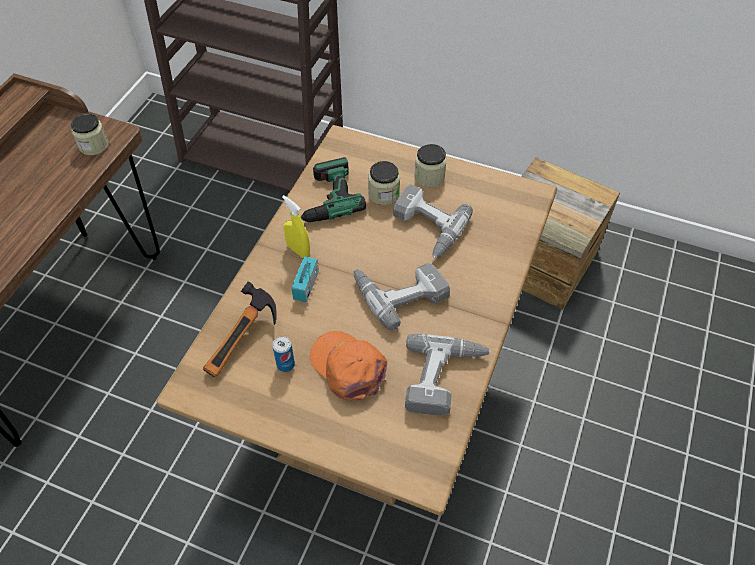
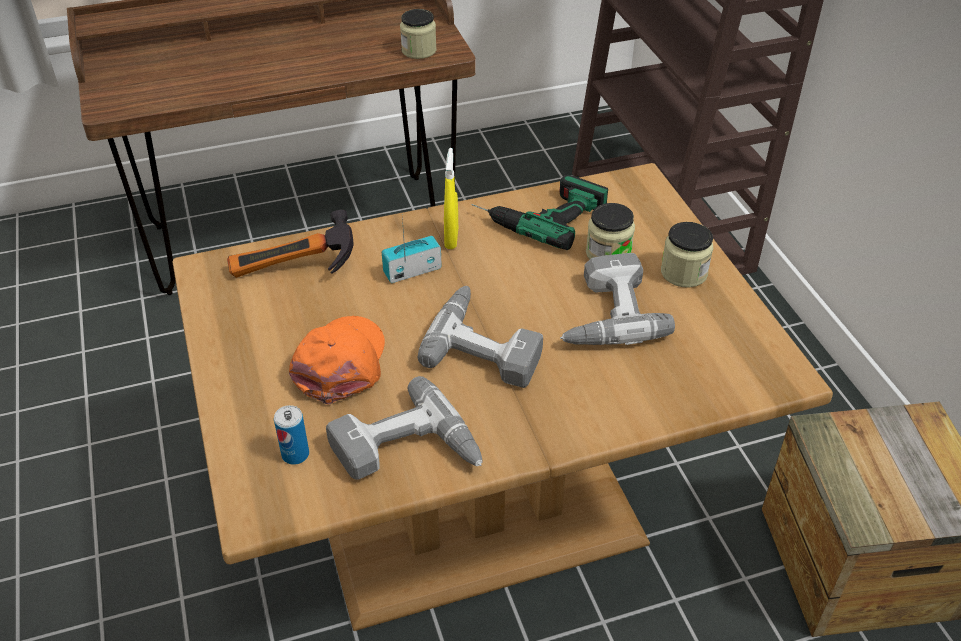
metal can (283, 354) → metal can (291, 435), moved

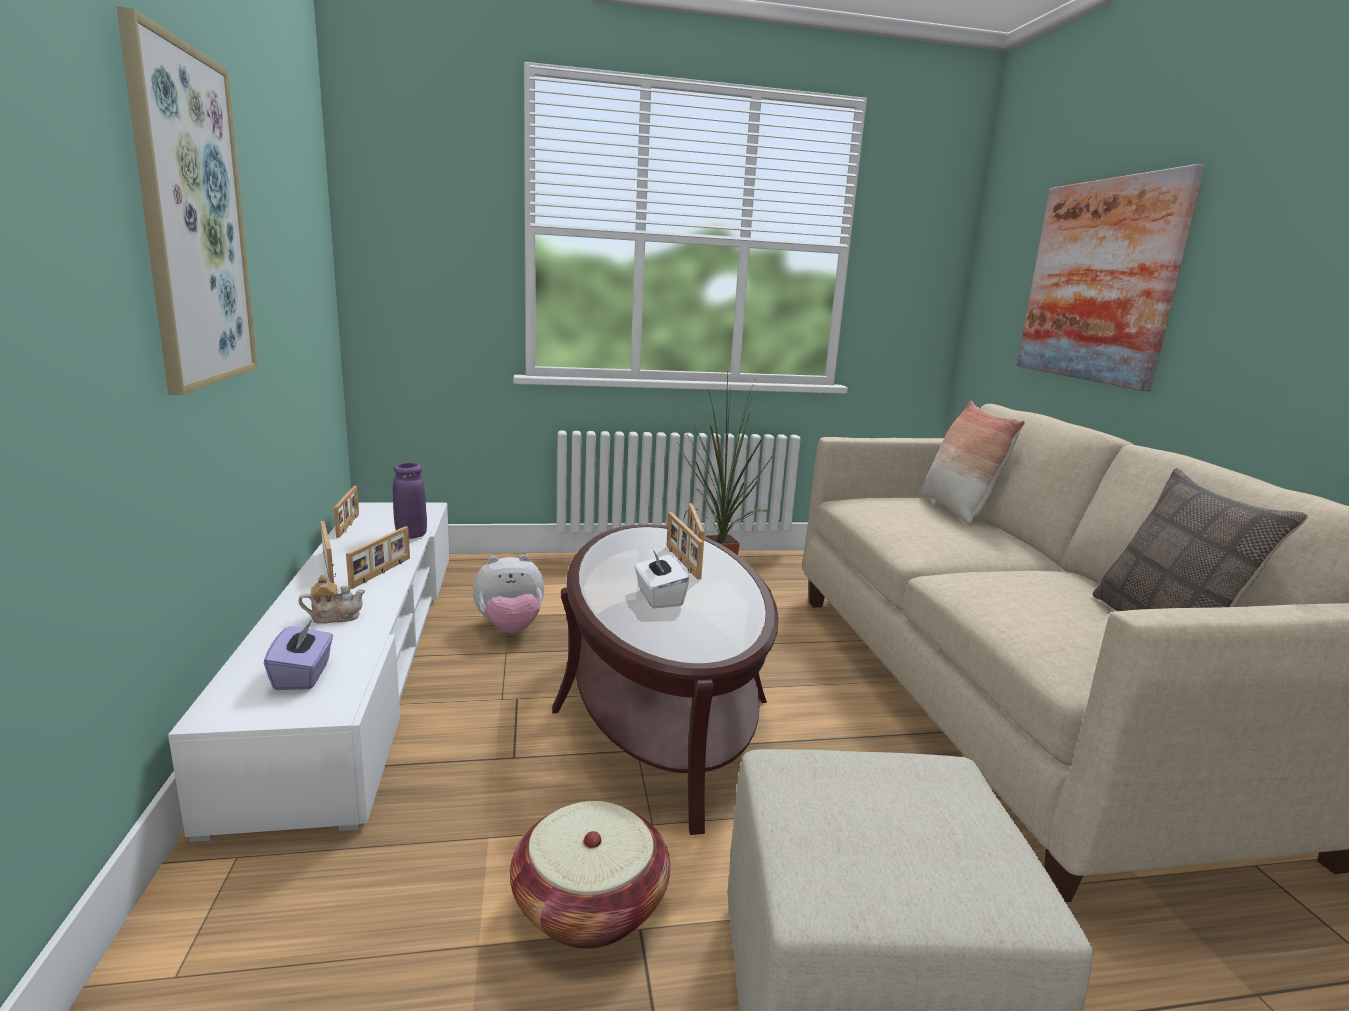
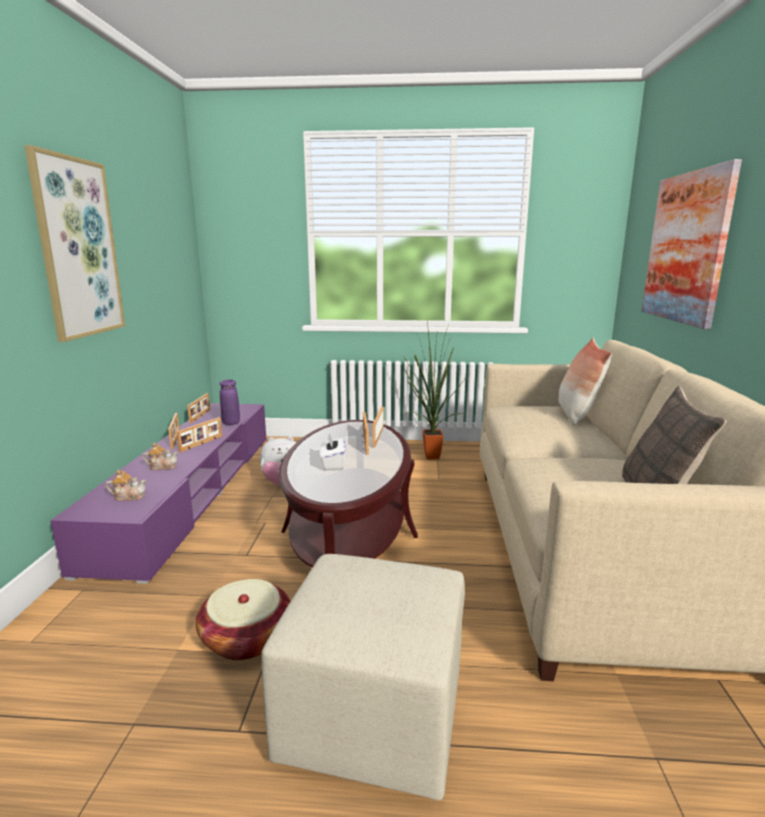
tissue box/purple (298, 655) → pot for tea (126, 485)
media console/whitish (308, 672) → media console/purple (158, 493)

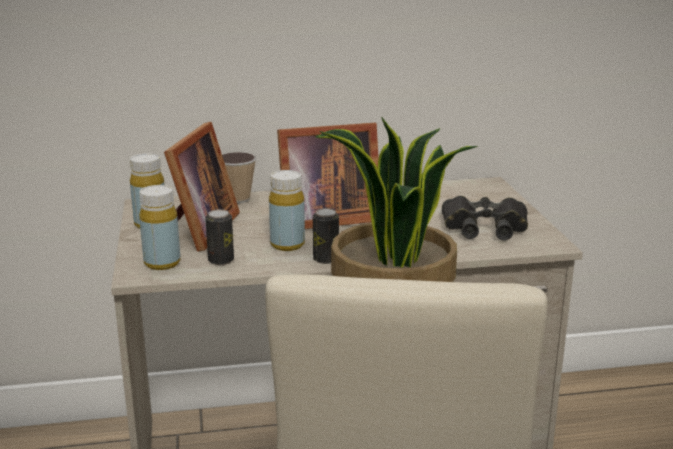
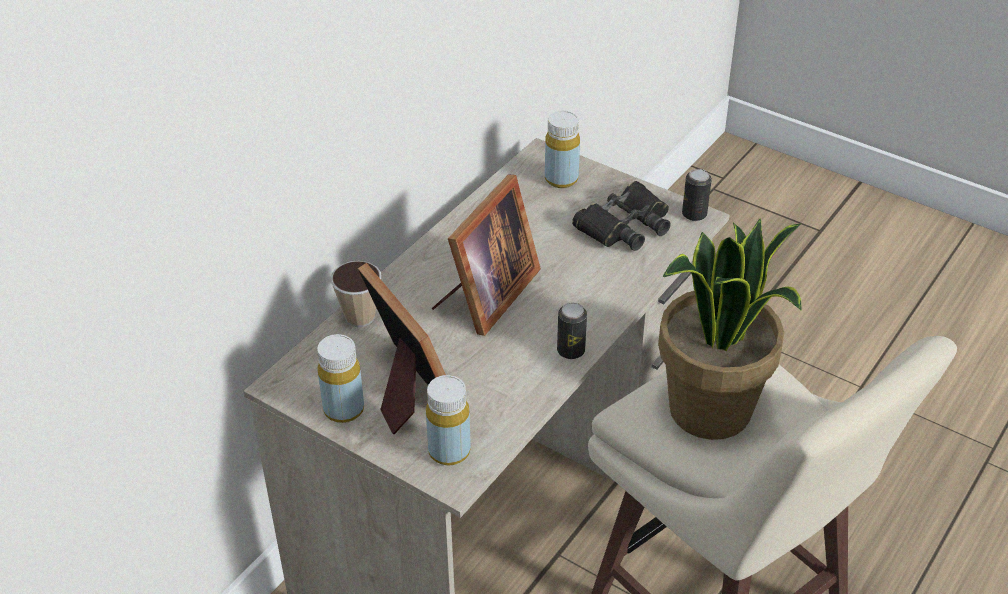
metal can (219, 237) → metal can (697, 195), moved
bottle/yellowish (287, 210) → bottle/yellowish (562, 149), moved

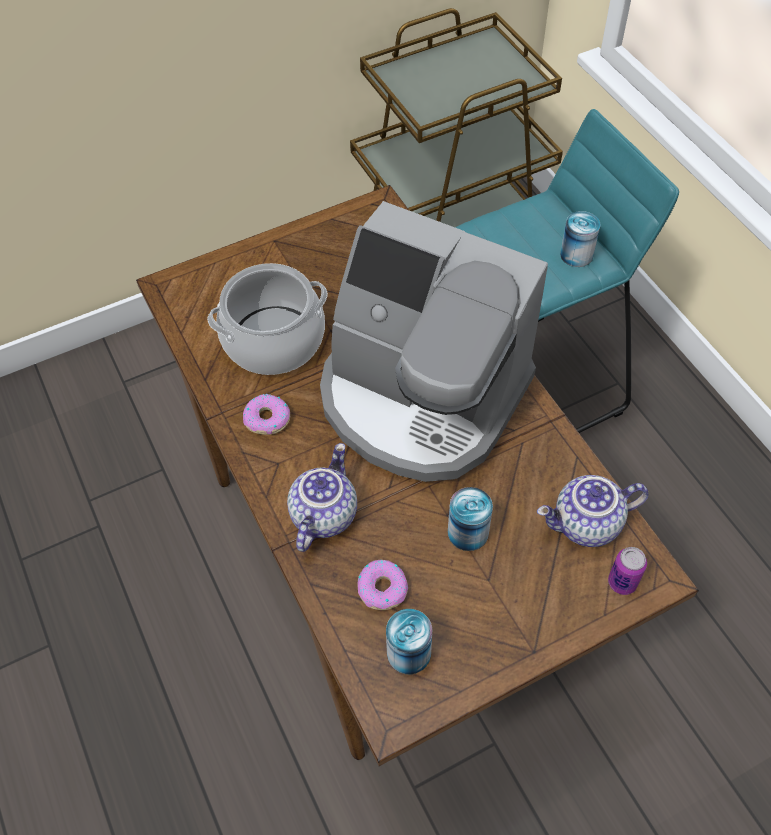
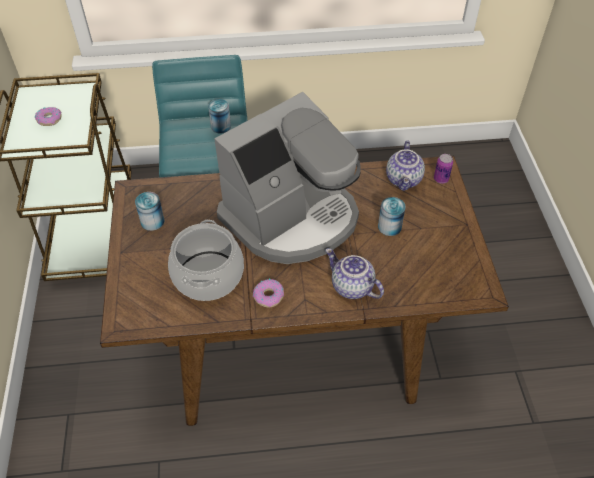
donut (383, 584) → donut (48, 116), moved
metal can (409, 641) → metal can (149, 211), moved

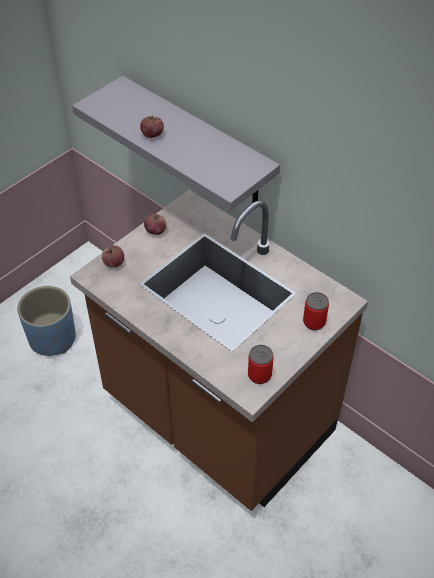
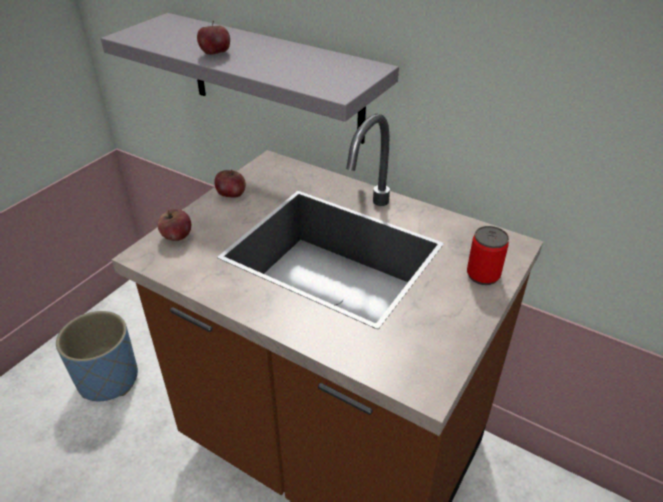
metal can (261, 364) → -

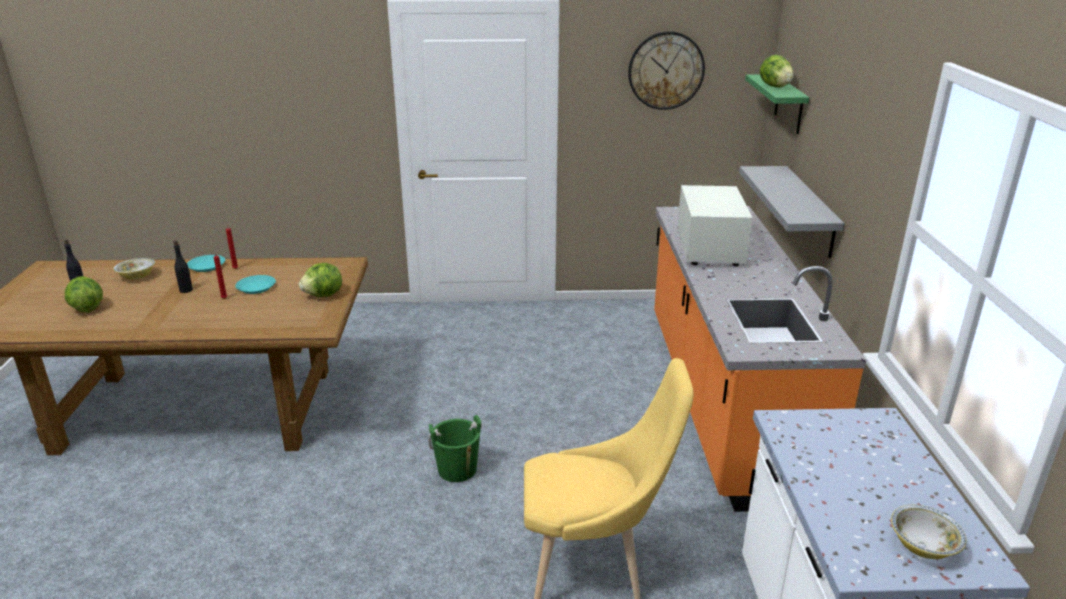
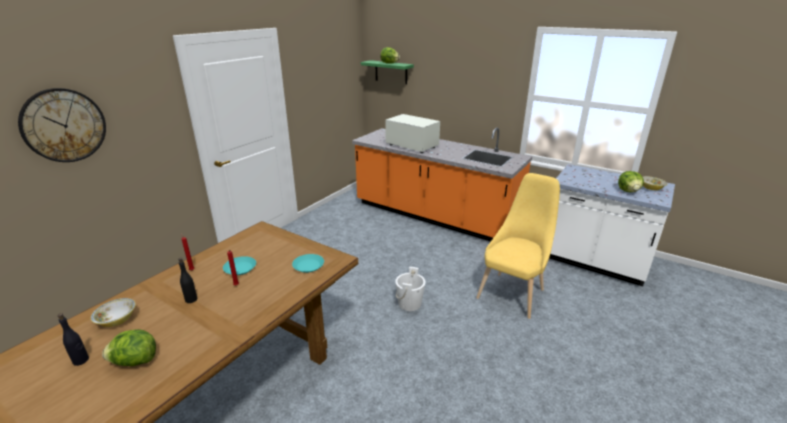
wall shelf/greyish (792, 212) → -
flat dish/turquoise-coloured (206, 263) → flat dish/turquoise-coloured (308, 263), moved
head of lettuce (320, 280) → head of lettuce (631, 181), moved
clock on the wall (666, 70) → clock on the wall (62, 125), moved
pail/green (455, 448) → pail/whitish (410, 289)

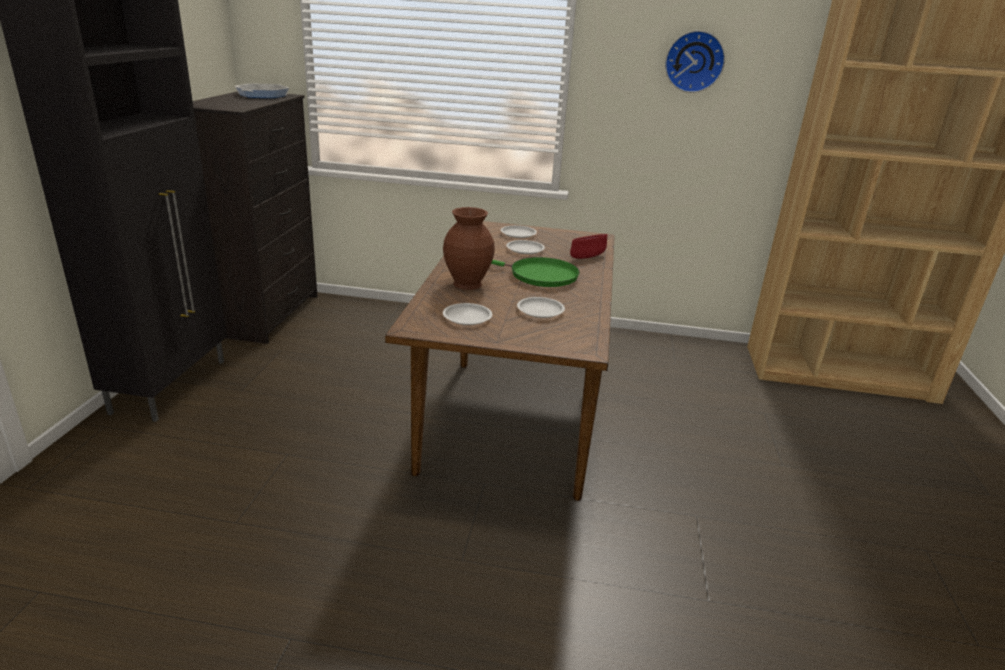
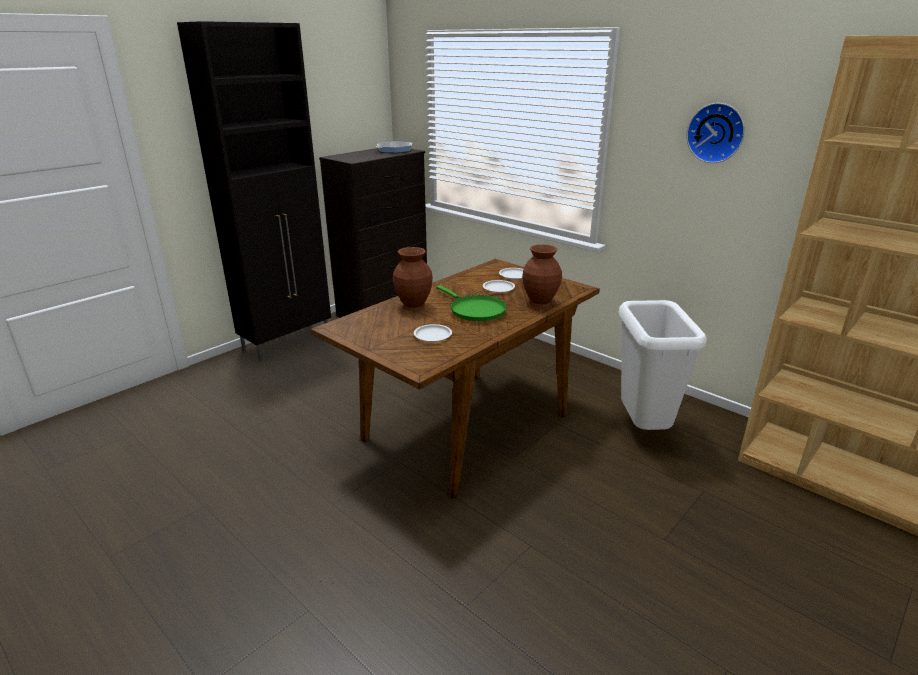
flat dish/whitish (467, 314) → -
- → rubbish bin/whitish (663, 365)
deep dish/reddish (588, 246) → decorative vase/brownish (542, 276)

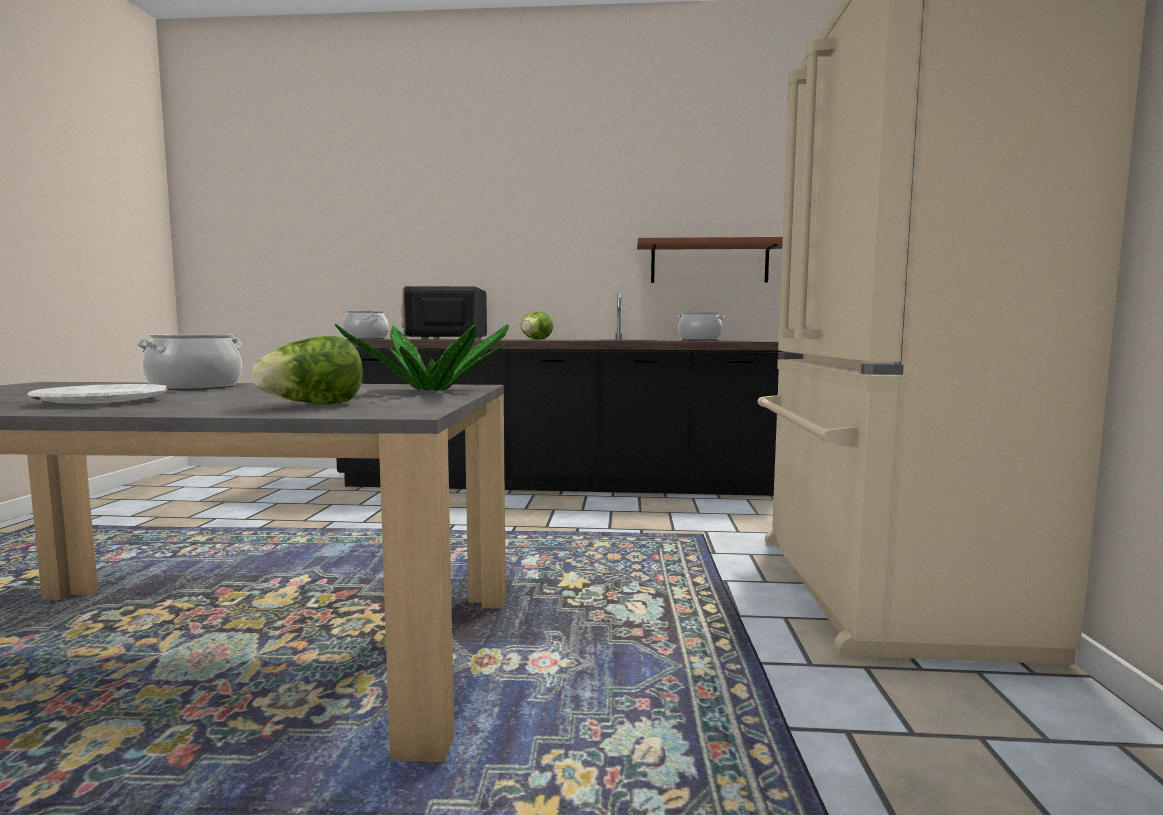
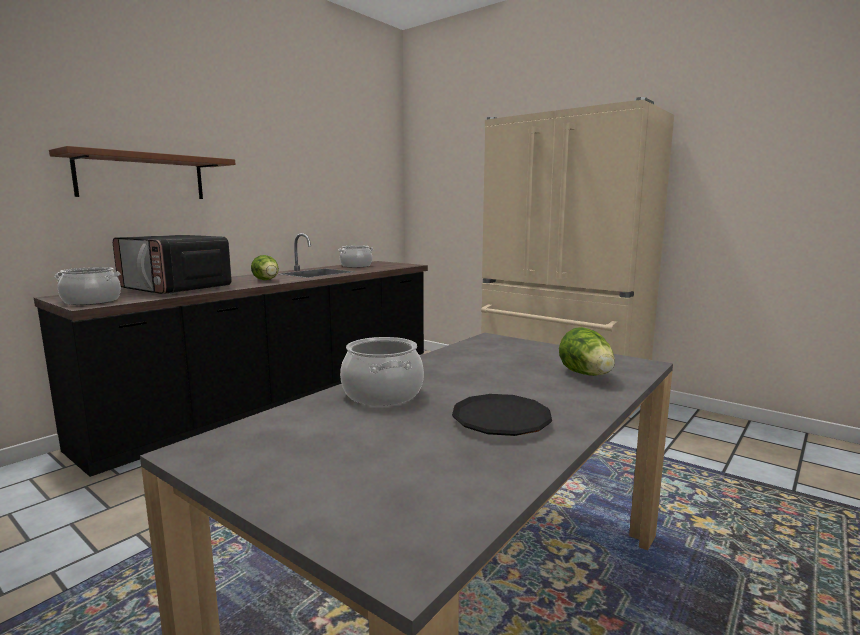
potted plant (422, 357) → -
wall shelf/brownish (710, 260) → wall shelf/brownish (142, 172), moved
flat dish/whitish (98, 394) → flat dish/black-coloured (502, 415)

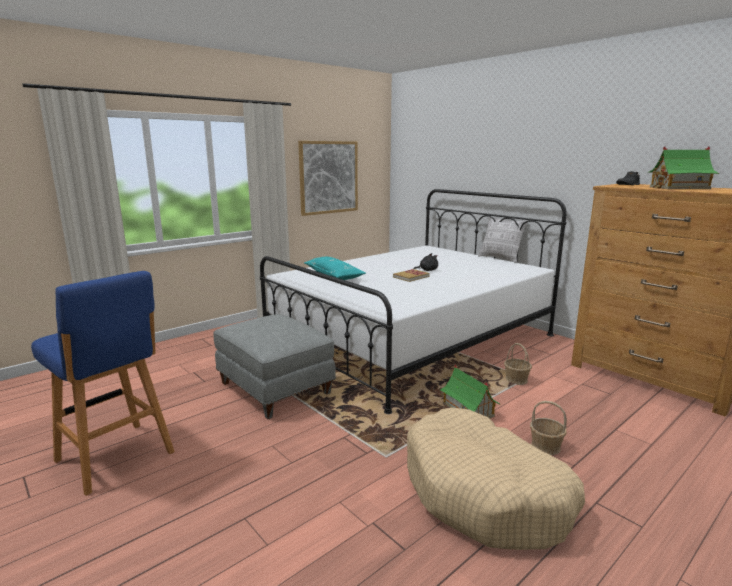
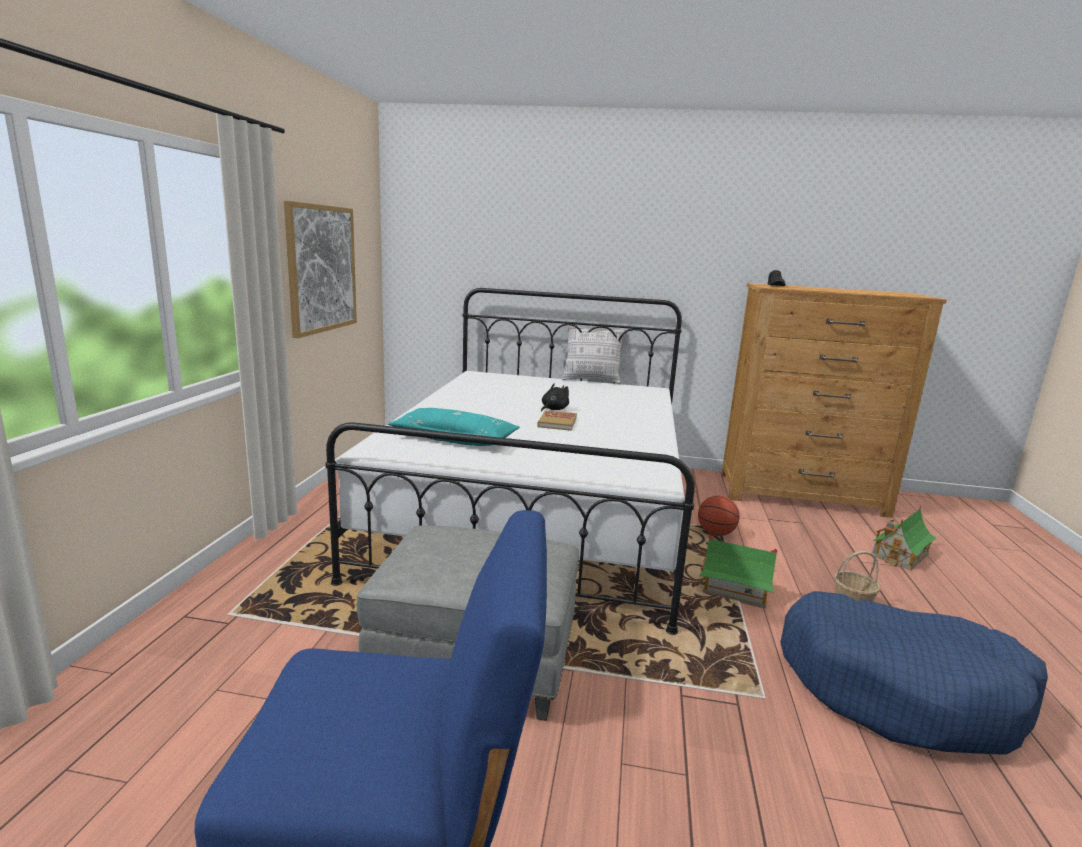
toy house (683, 168) → toy house (904, 538), moved
storage basket (518, 364) → basketball (719, 516)
dog bed/beige-coloured (496, 479) → dog bed/bluish (914, 673)

